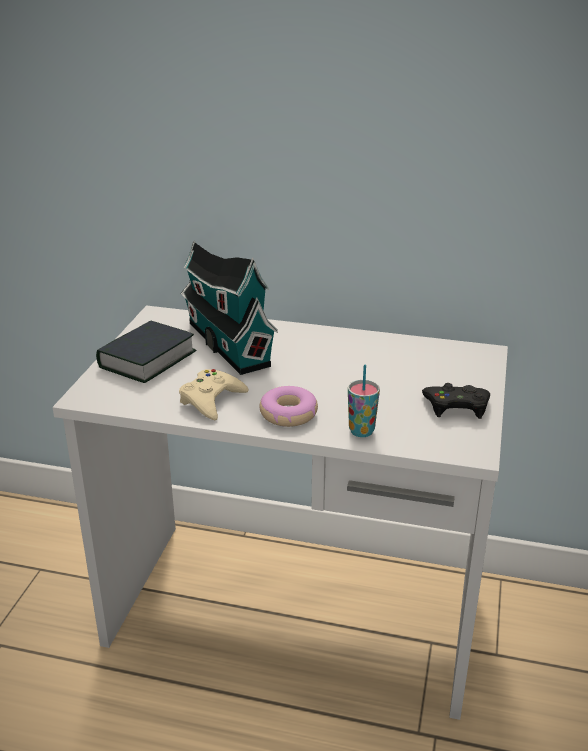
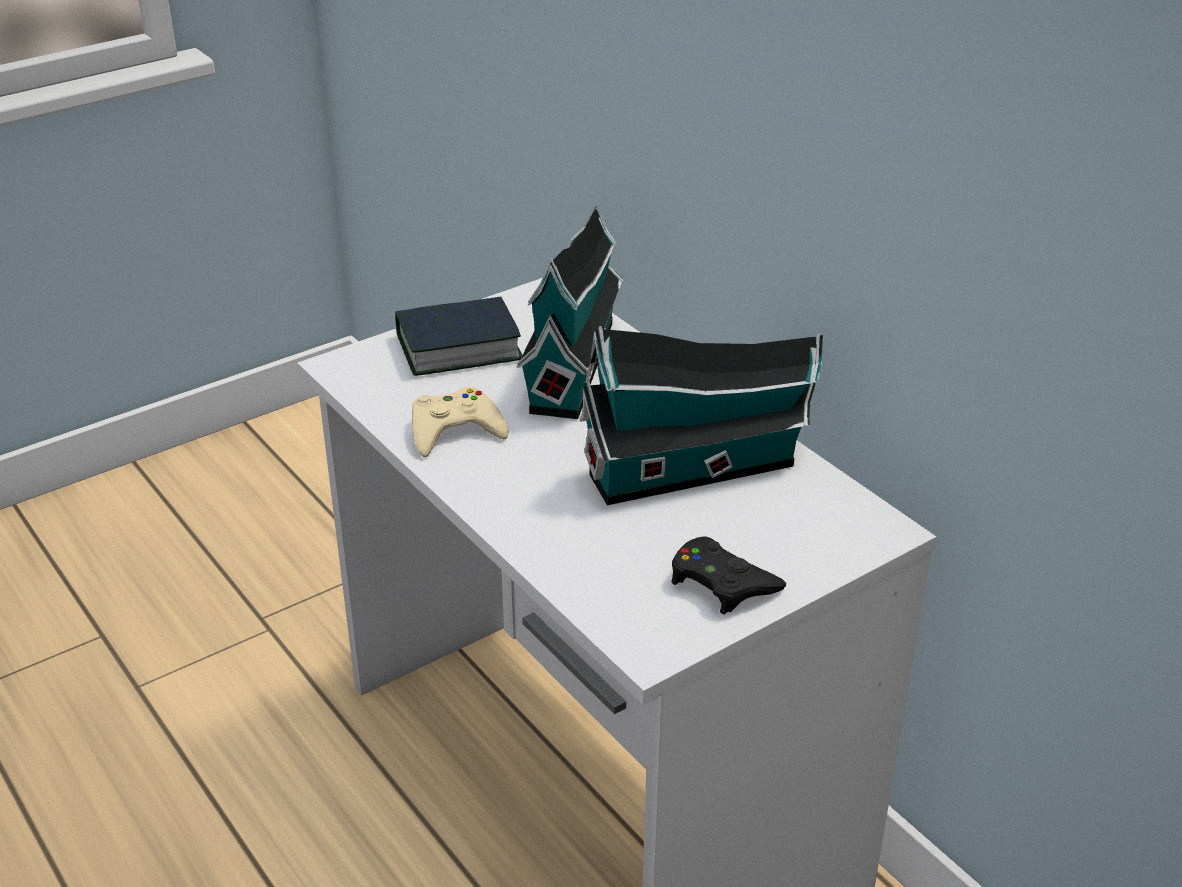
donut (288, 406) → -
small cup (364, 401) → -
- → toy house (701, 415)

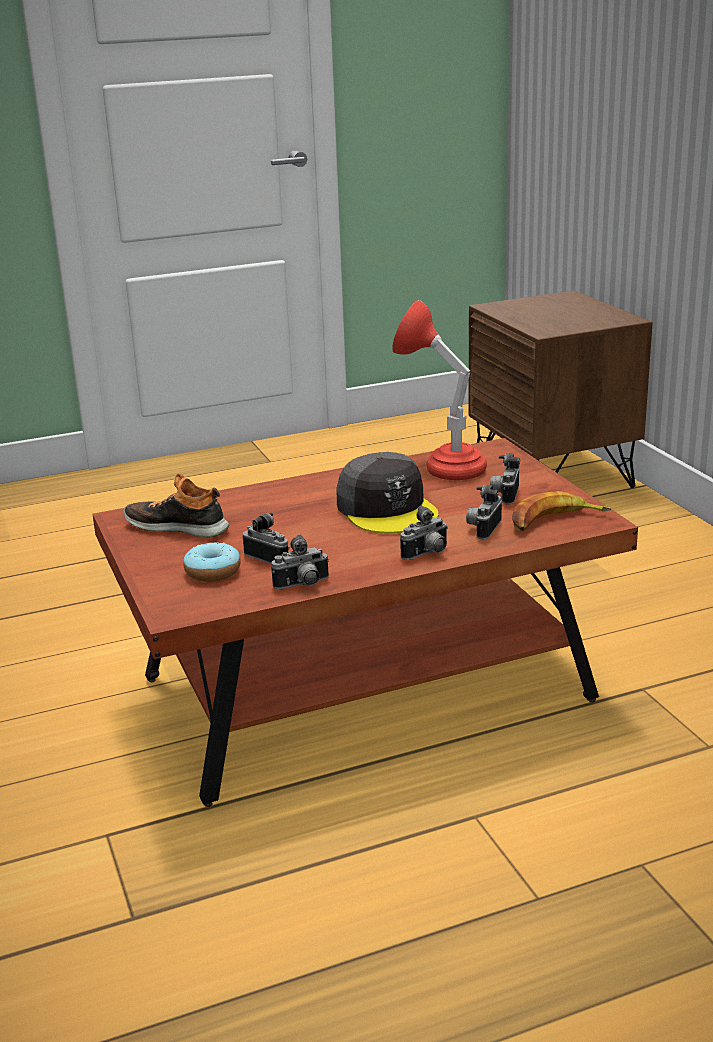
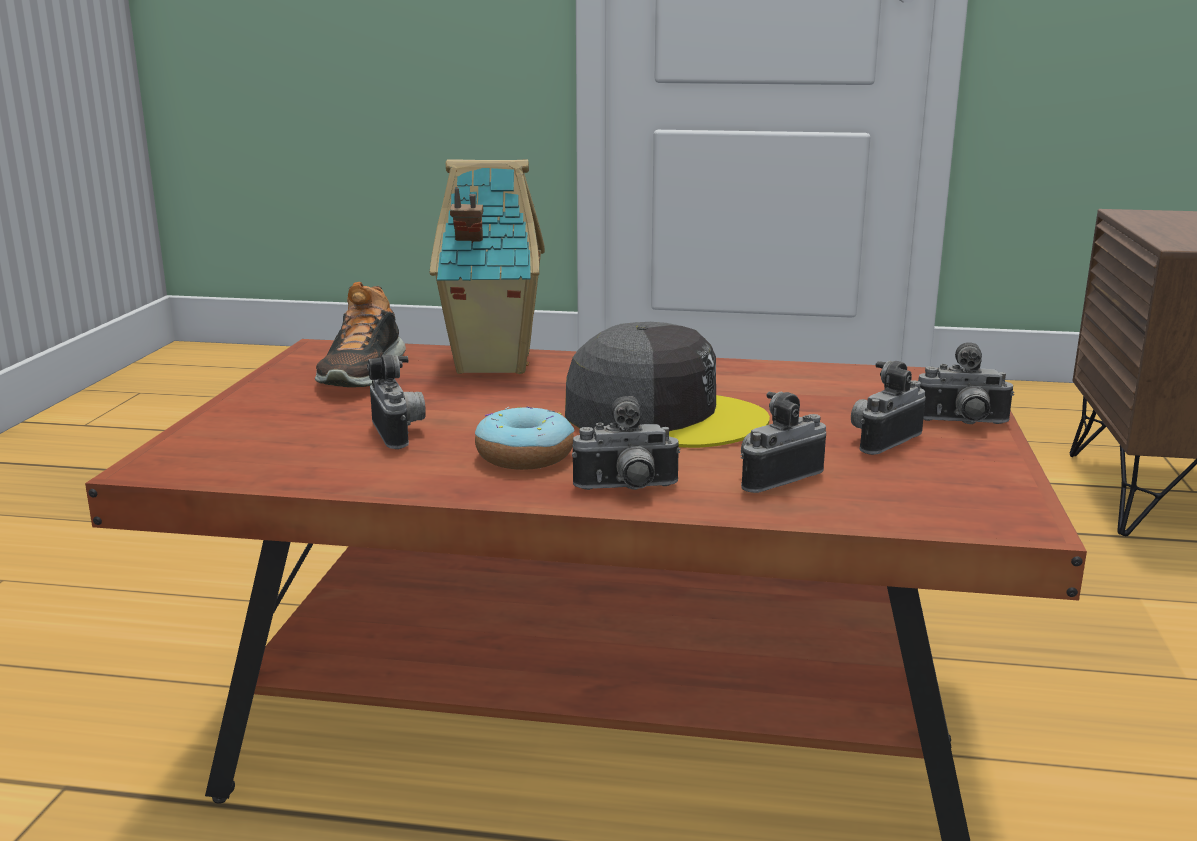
lamp for a table/reddish (439, 390) → -
banana fruit (561, 511) → -
- → toy house (487, 266)
donut (212, 562) → donut (524, 438), moved
photo camera (300, 561) → photo camera (966, 383), moved
item of footwear (176, 505) → item of footwear (360, 334), 135 degrees counterclockwise
peaked cap/greyish (387, 493) → peaked cap/greyish (667, 385), 75 degrees counterclockwise

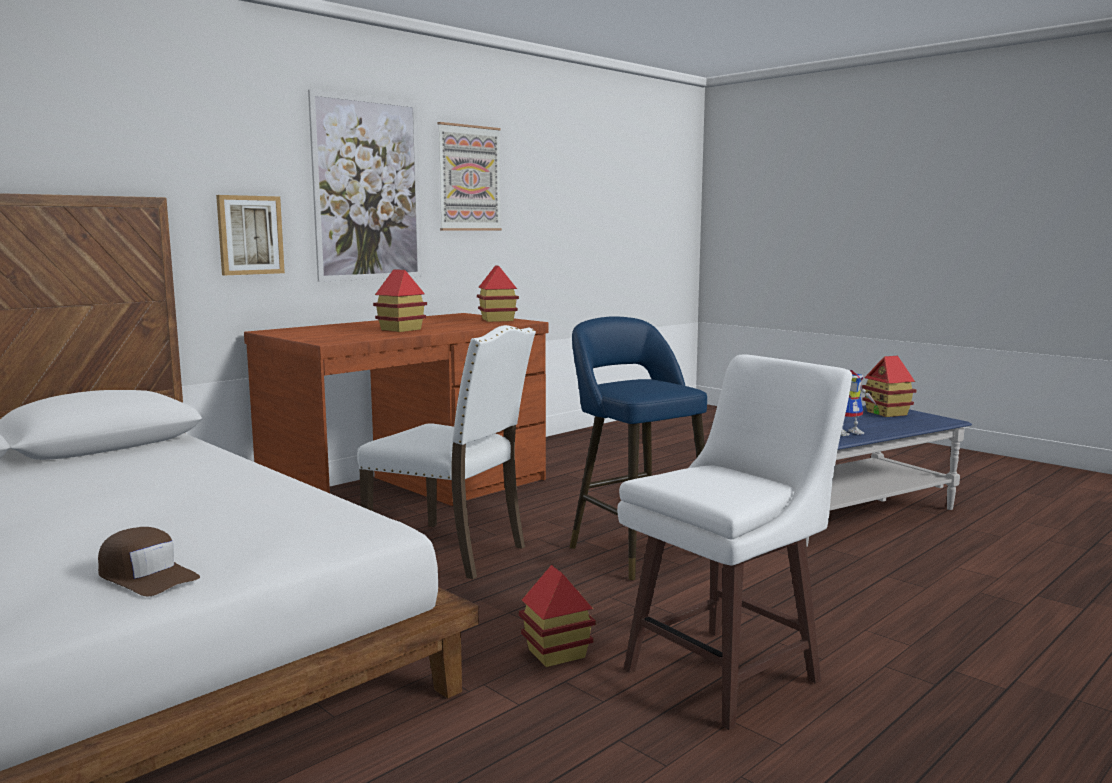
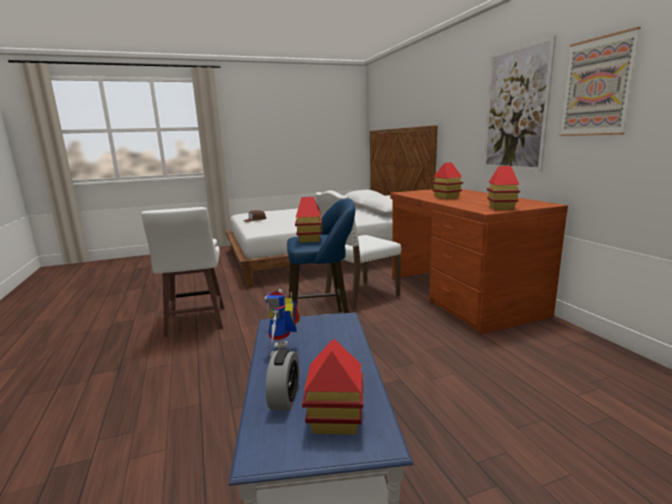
picture (250, 235) → -
- → alarm clock (283, 380)
toy house (557, 616) → toy house (308, 220), moved

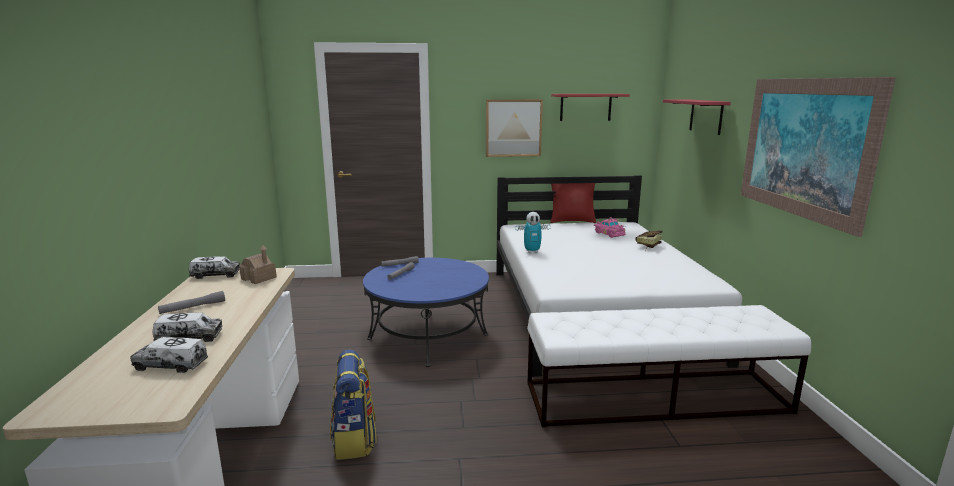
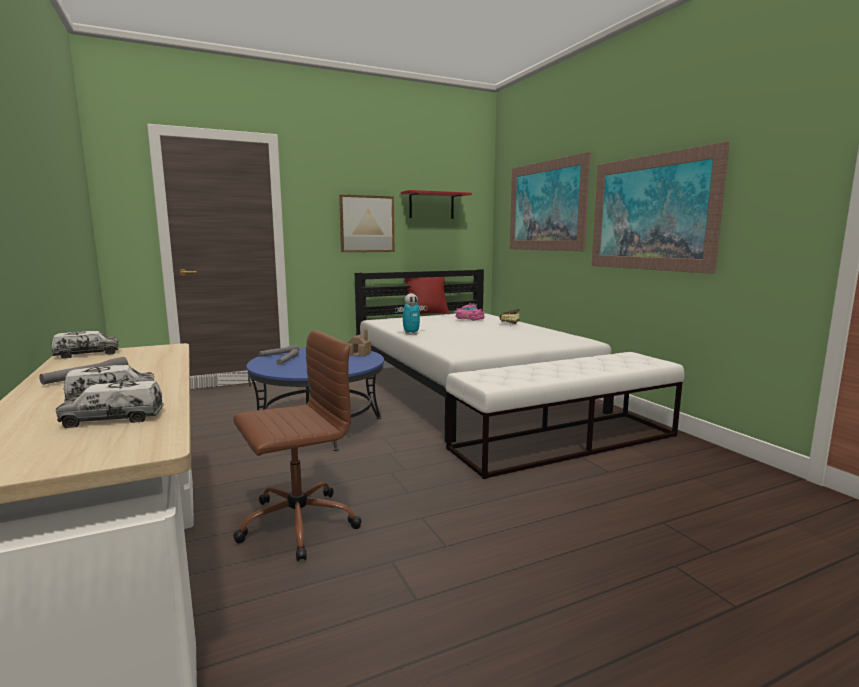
toy house (258, 264) → toy house (359, 342), moved
backpack (353, 405) → desk chair/brownish (297, 445)
wall shelf/reddish (697, 117) → picture (550, 201)

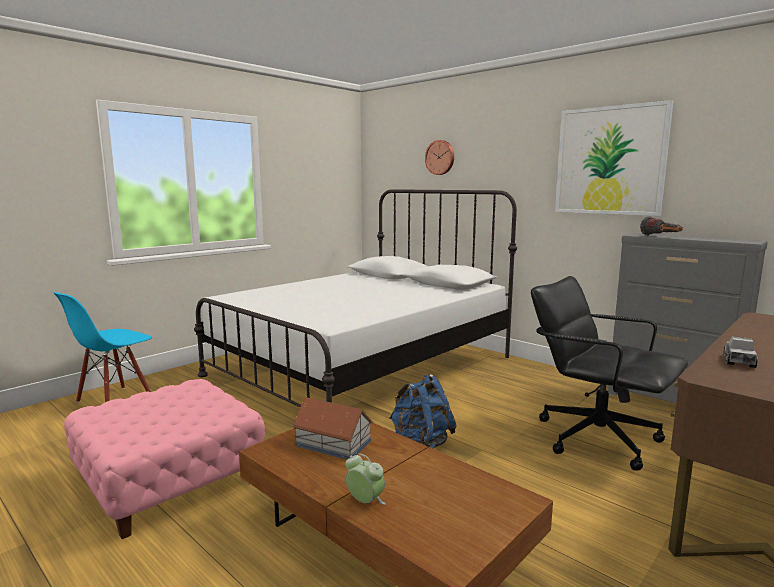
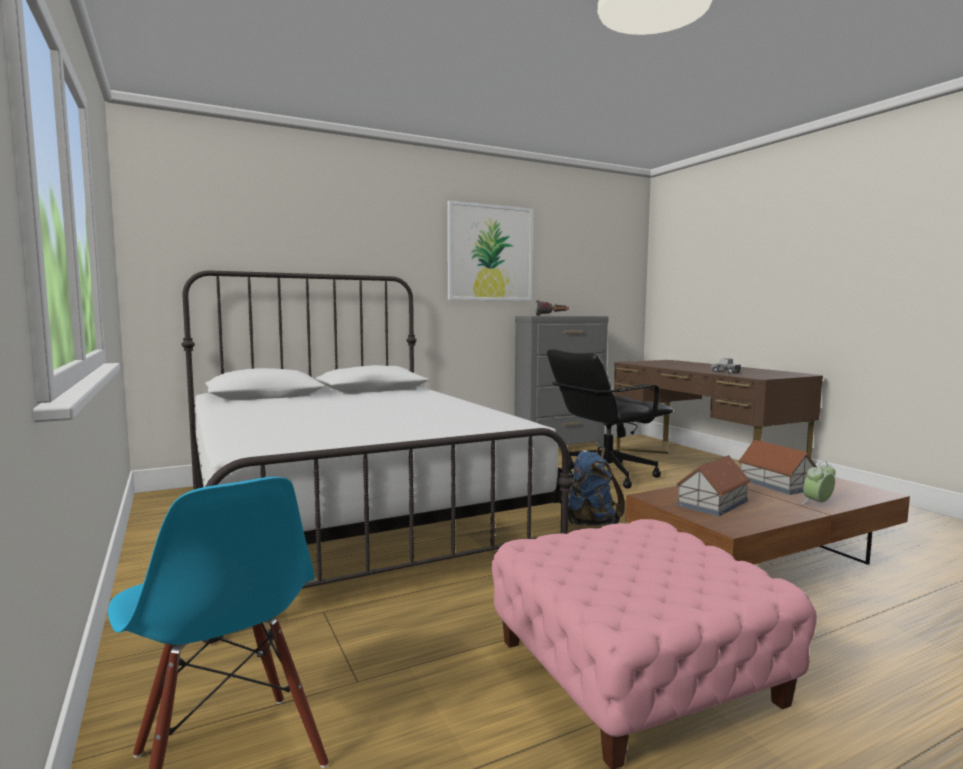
clock on the wall (439, 157) → -
- → toy house (777, 467)

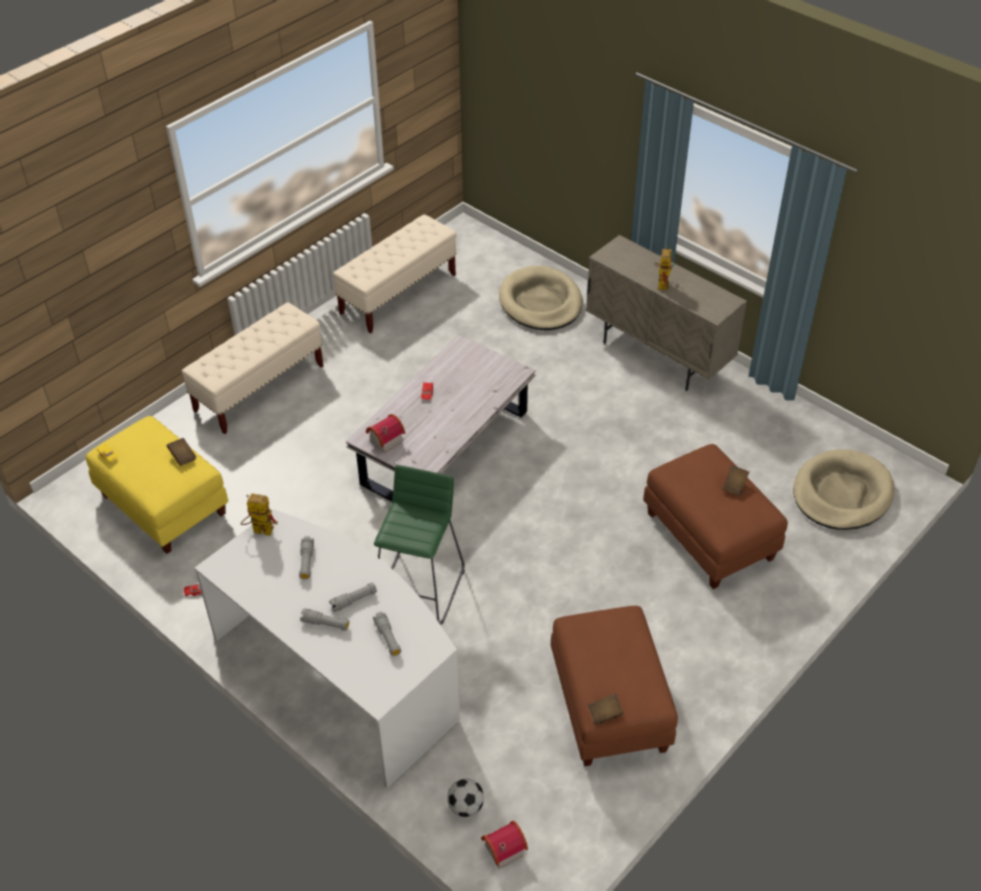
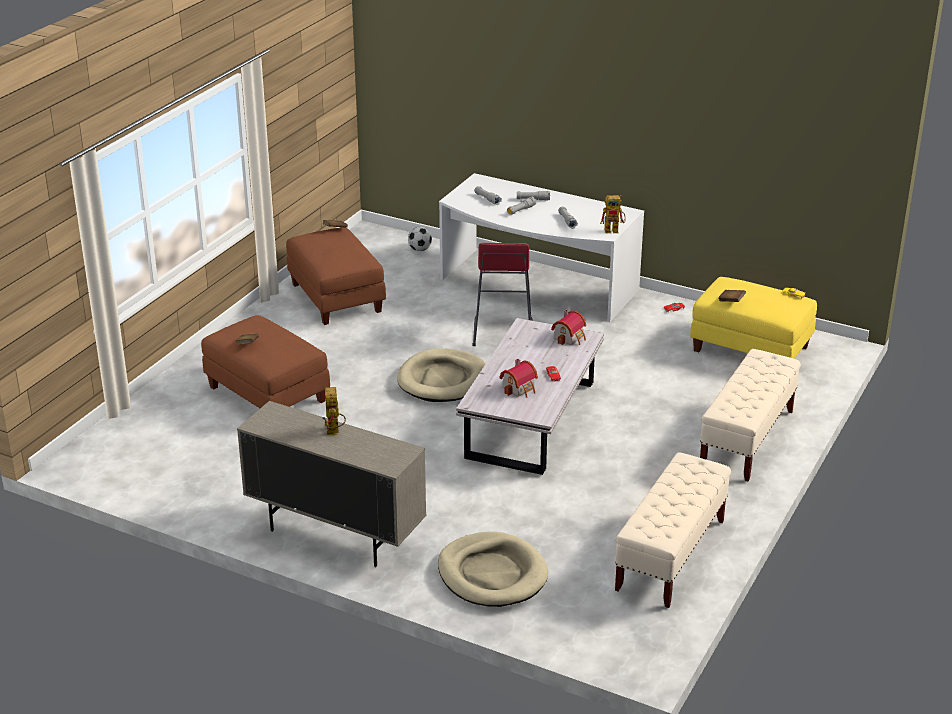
toy house (504, 844) → toy house (518, 378), moved
dog bed/beige-coloured (844, 489) → dog bed/beige-coloured (441, 375), moved
stool seat/green (419, 545) → stool seat/reddish (502, 294)

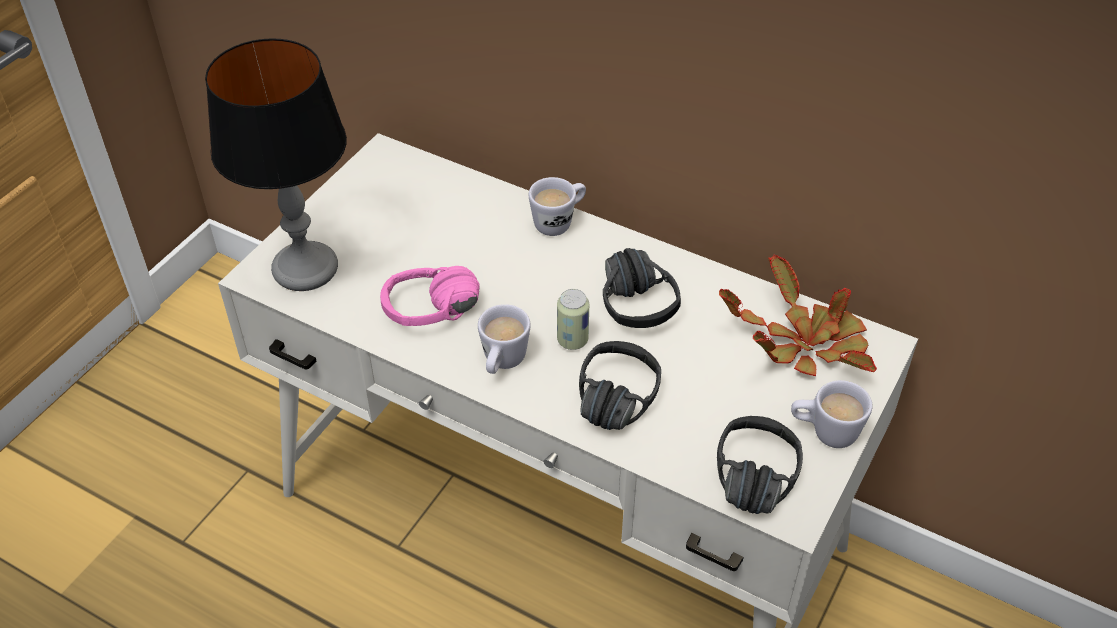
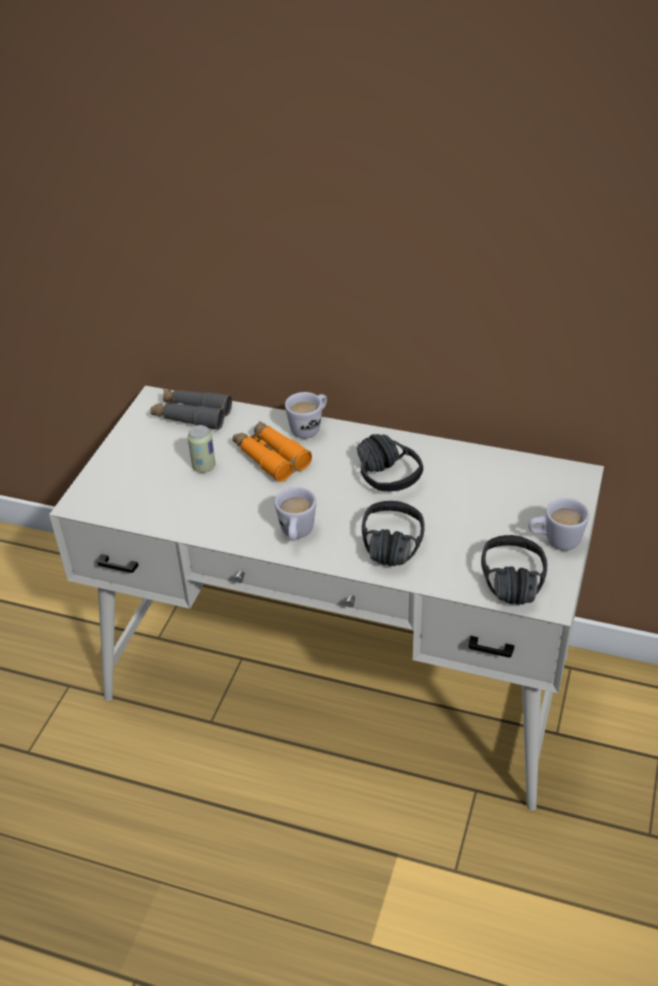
lamp for a table (276, 164) → -
pair of headphones/pink (430, 296) → -
potted plant (798, 315) → -
- → field glasses/greyish (191, 409)
- → field glasses/orangey (272, 451)
metal can (573, 319) → metal can (202, 449), moved

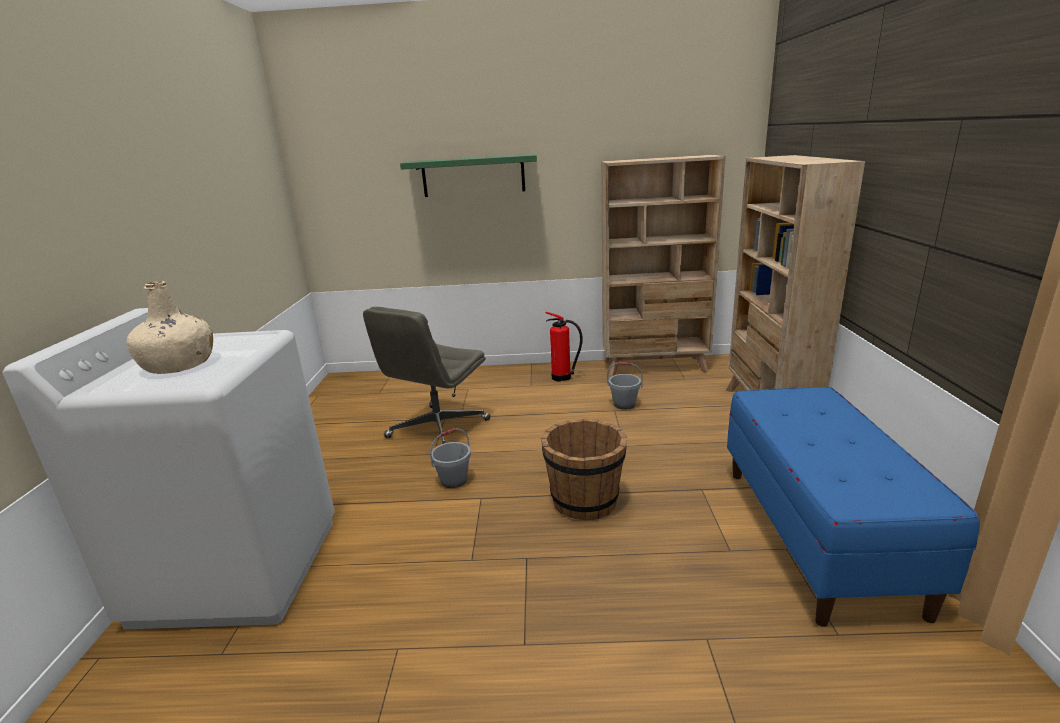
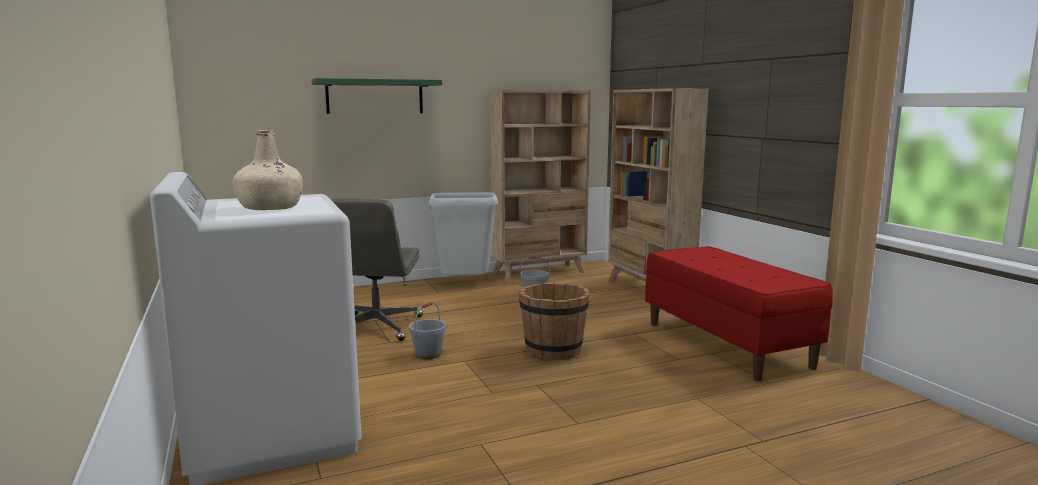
fire extinguisher (564, 347) → rubbish bin/greyish (463, 234)
bench/bluish (853, 507) → bench/reddish (739, 313)

